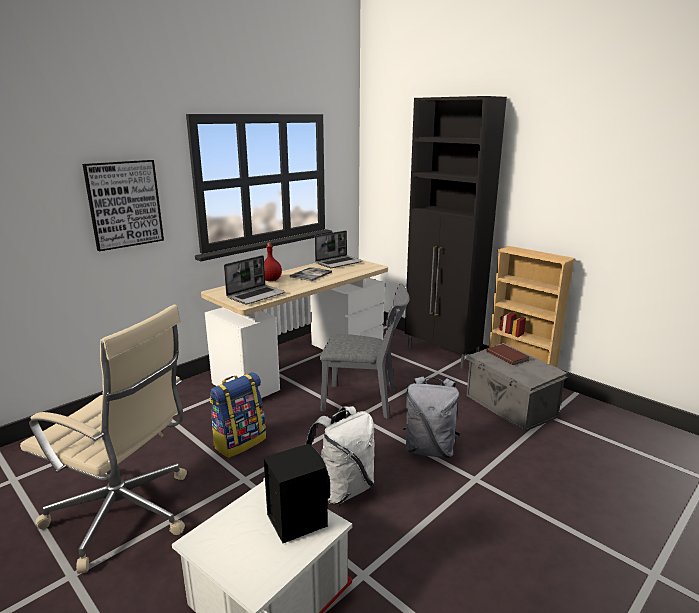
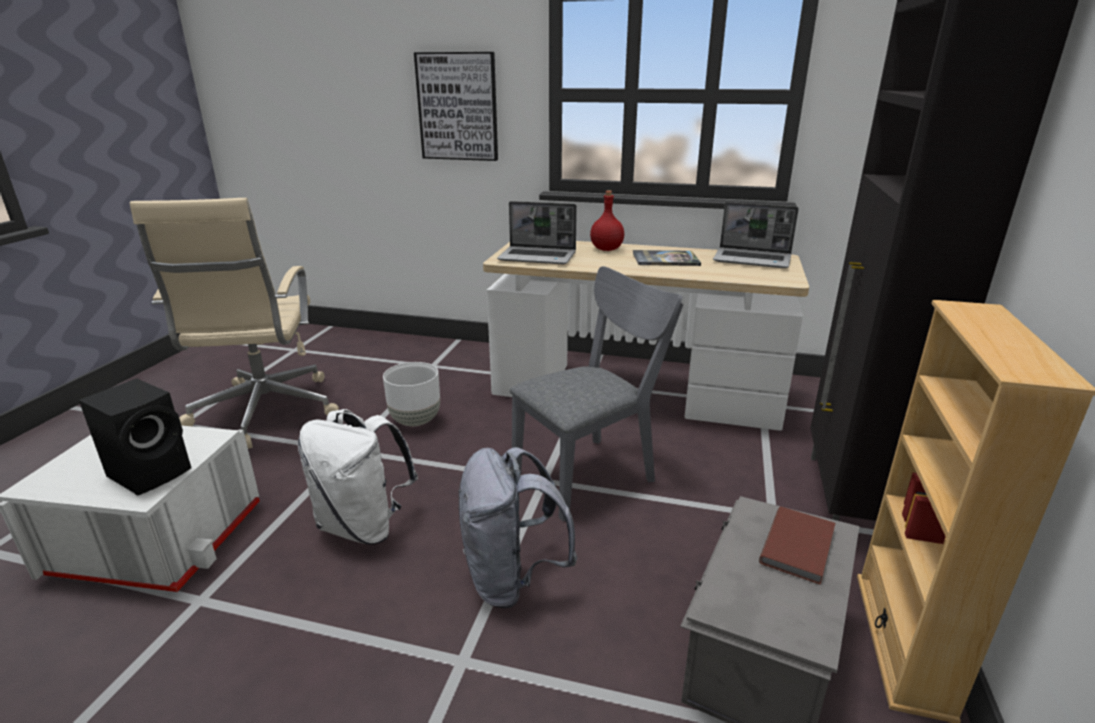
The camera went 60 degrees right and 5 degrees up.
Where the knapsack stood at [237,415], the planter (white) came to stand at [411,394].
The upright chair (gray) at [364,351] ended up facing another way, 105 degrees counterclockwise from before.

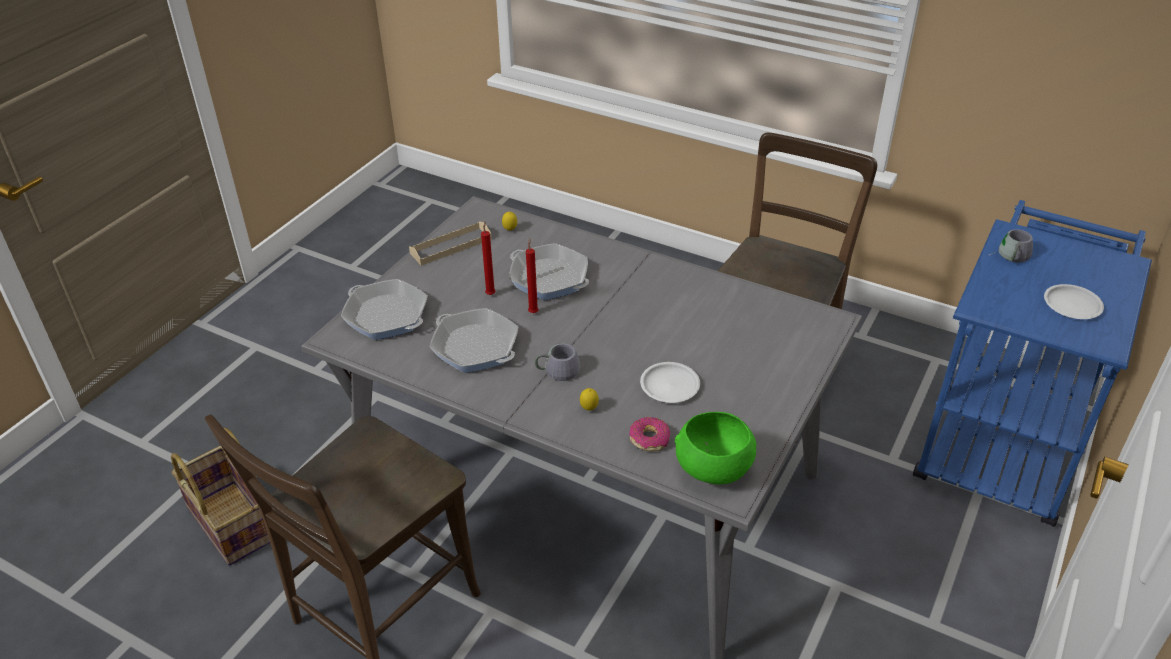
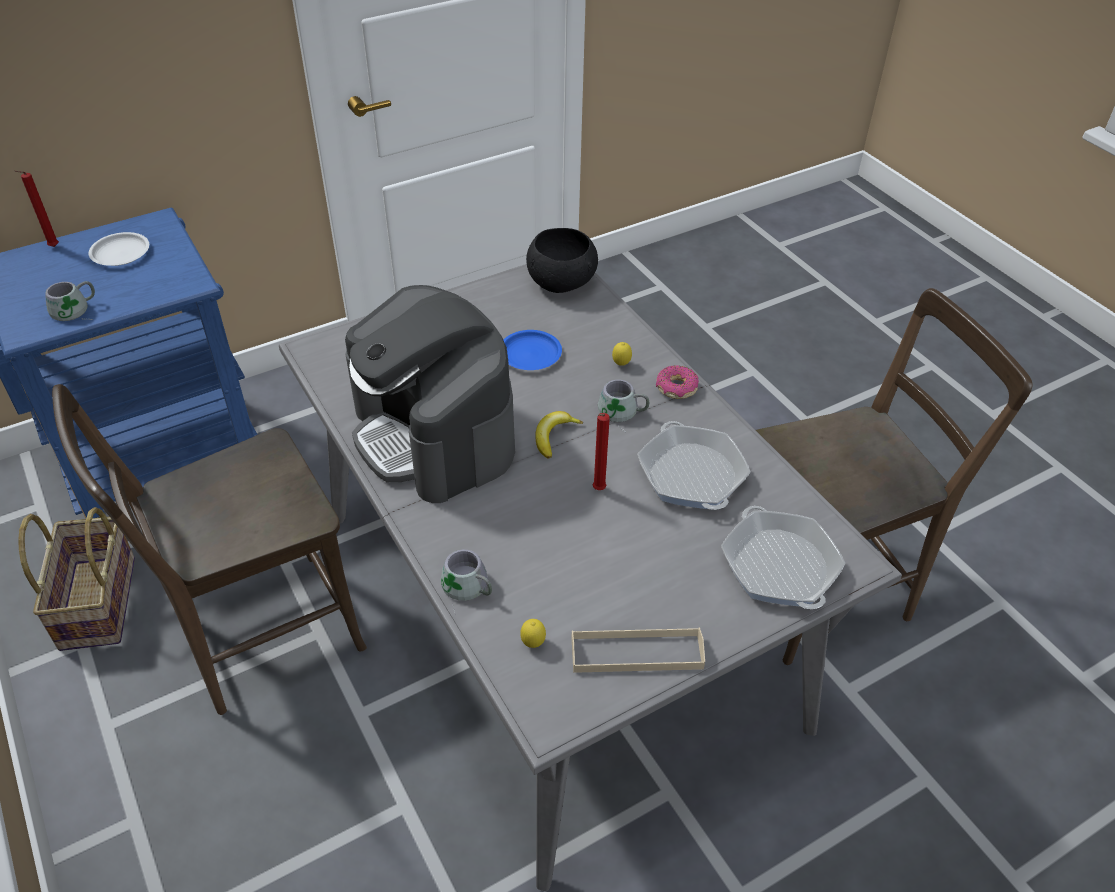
The camera went 150 degrees left and 5 degrees up.
The household basket ended up elsewhere, having gone from [220,497] to [76,579].
The wax light (red-coloured) ended up elsewhere, having gone from [488,258] to [37,208].
The second view lost the skillet at [549,271].
The doughnut ended up elsewhere, having gone from [649,434] to [677,382].
What was the plate (white) at [670,382] turned into the plate (bluish) at [533,350].
What was the bowl (greenish) at [715,448] turned into the bowl (black-coloured) at [562,260].
The second view gained the coffee machine at [430,394].
The second view gained the coffee mug (gray) at [466,582].
The second view gained the banana at [559,434].

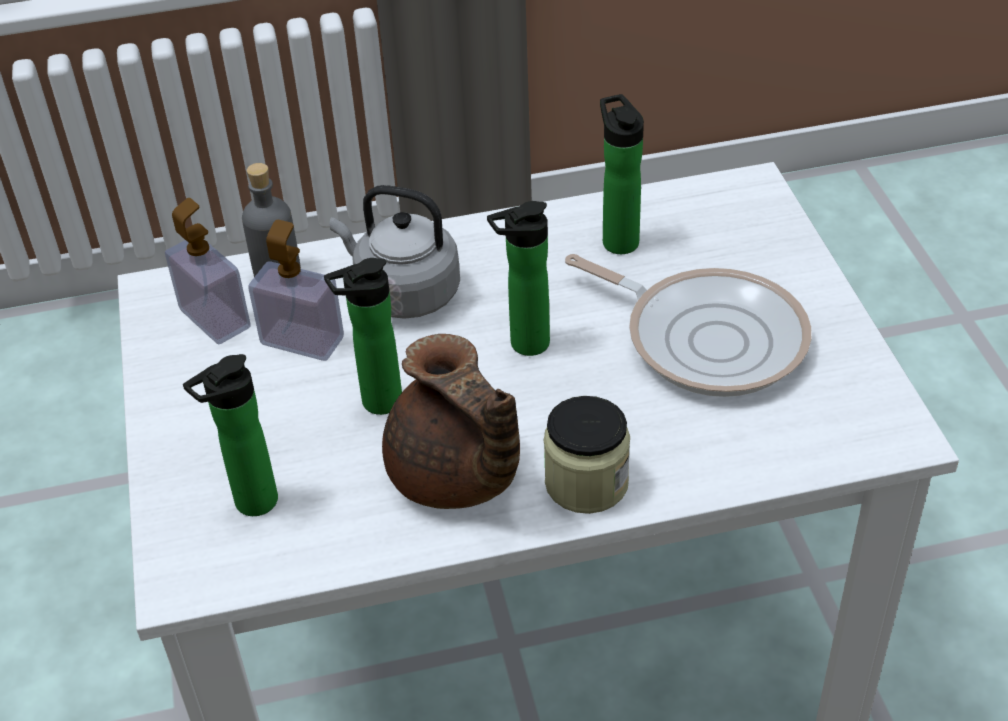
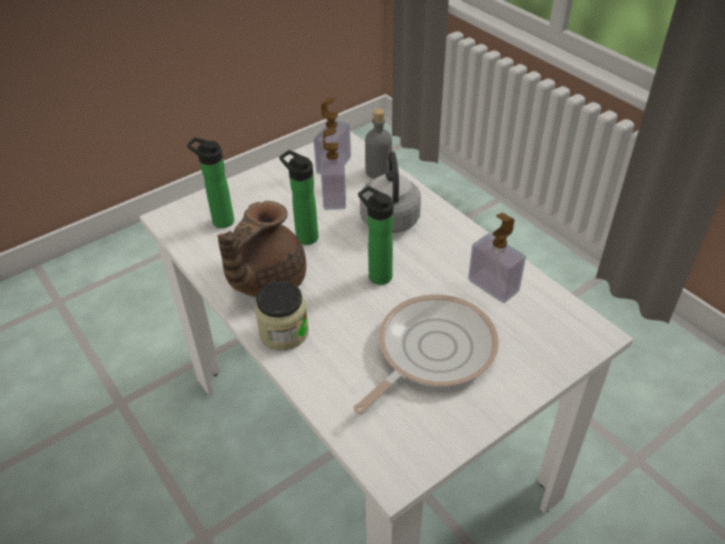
The camera went 65 degrees right and 0 degrees up.
The skillet at [688,325] ended up facing another way, 150 degrees counterclockwise from before.
Where the beverage bottle stood at [622,174], the soap bottle came to stand at [497,258].

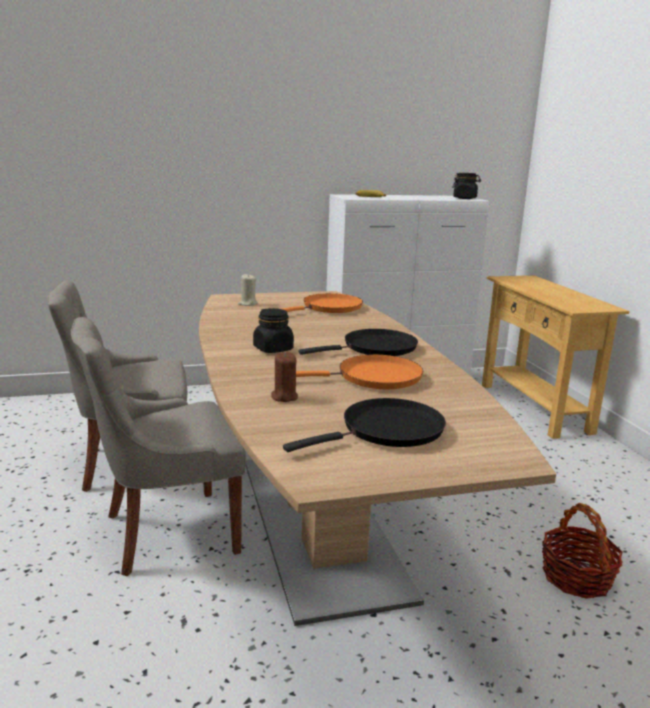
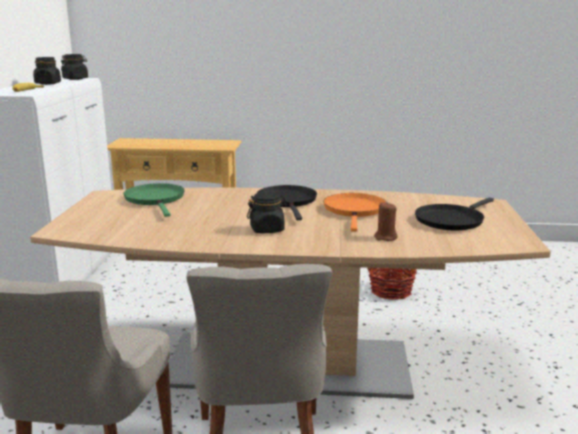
The camera went 70 degrees left and 0 degrees up.
The second view lost the wax light (sand-coloured) at [248,290].
What was the skillet (orange-coloured) at [322,303] turned into the skillet (greenish) at [154,200].
The skillet (black-coloured) at [364,425] ended up facing another way, 120 degrees counterclockwise from before.
The second view gained the jar (black-coloured) at [47,71].

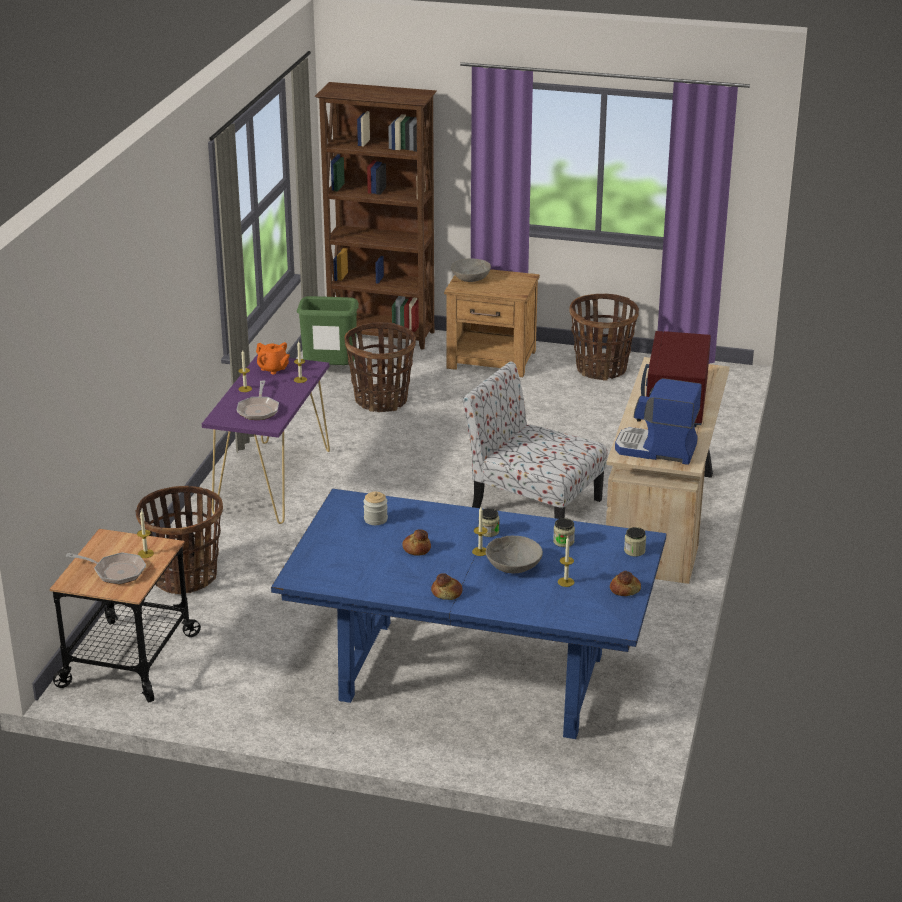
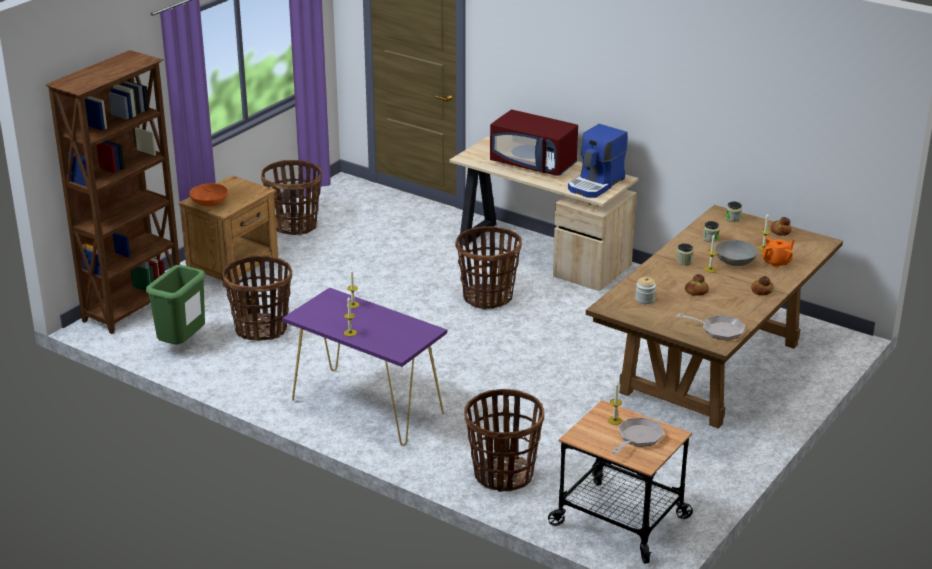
The camera went 70 degrees left and 0 degrees up.
The skillet ended up elsewhere, having gone from [258,400] to [711,327].
The tea pot (orange-coloured) ended up elsewhere, having gone from [273,358] to [778,252].
What was the dining table (bluish) at [468,614] turned into the dining table (brown-coloured) at [714,317].
What was the bowl (gray) at [471,270] turned into the bowl (orange-coloured) at [208,194].
Where the upright chair stood at [535,440], the household basket came to stand at [488,268].

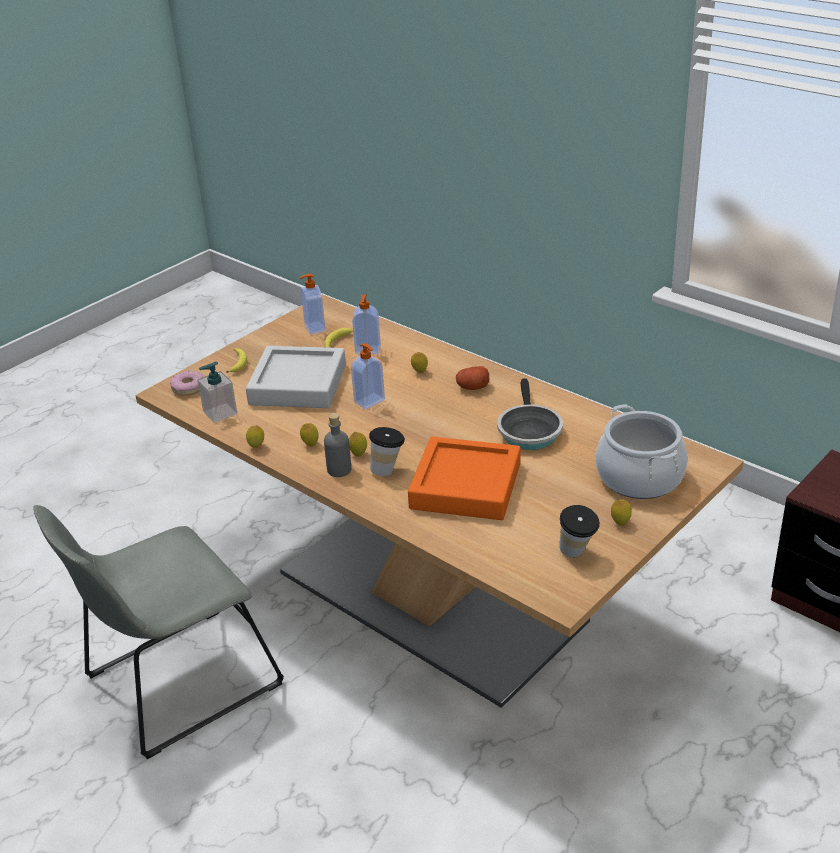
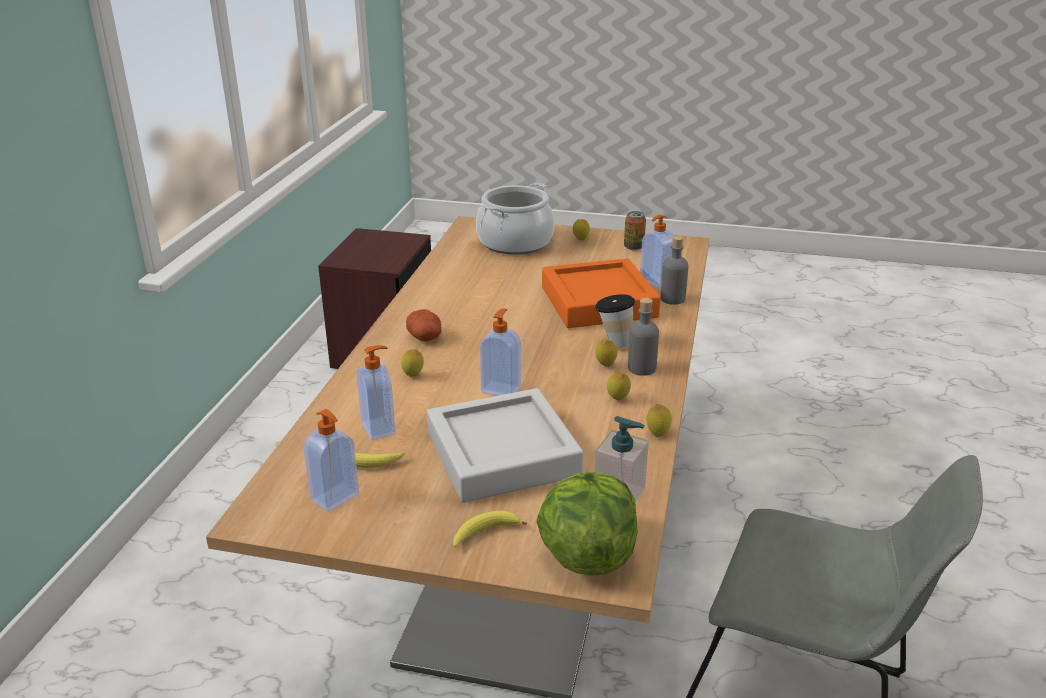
The camera went 120 degrees left and 5 degrees down.
Where the doughnut stood at [187,383], the lettuce came to stand at [587,523].
The second view lost the skillet at [530,414].
Where the small cup stood at [579,531], the sealed can came to stand at [635,230].
The second view gained the soap bottle at [657,251].
The second view gained the beverage bottle (gray) at [674,270].

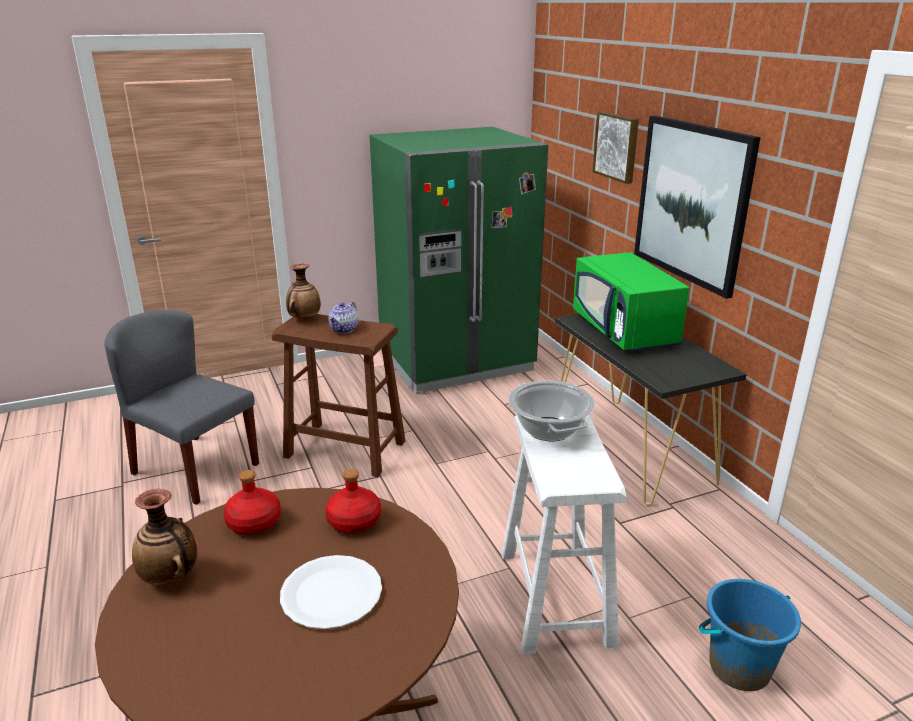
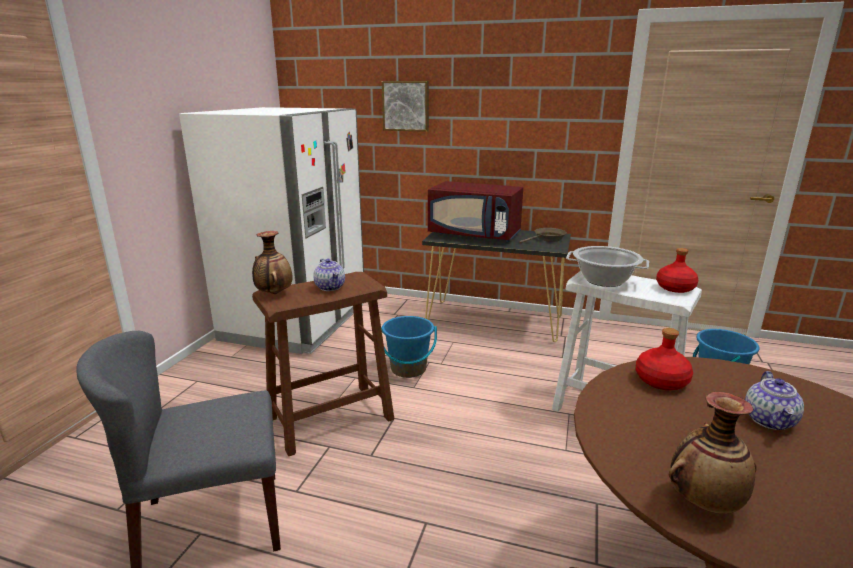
The camera went 50 degrees left and 5 degrees down.
The beverage bottle (red-coloured) ended up elsewhere, having gone from [252,502] to [677,270].
Where the plate (white) stood at [331,592], the tea pot came to stand at [774,400].
What was the fridge (greenish) at [459,260] turned into the fridge (white) at [271,230].
What was the kitchen microwave (greenish) at [631,302] turned into the kitchen microwave (red-coloured) at [475,211].
The second view lost the picture at [697,207].
The second view gained the bucket (bluish) at [409,347].
The second view gained the skillet (brown-coloured) at [543,235].

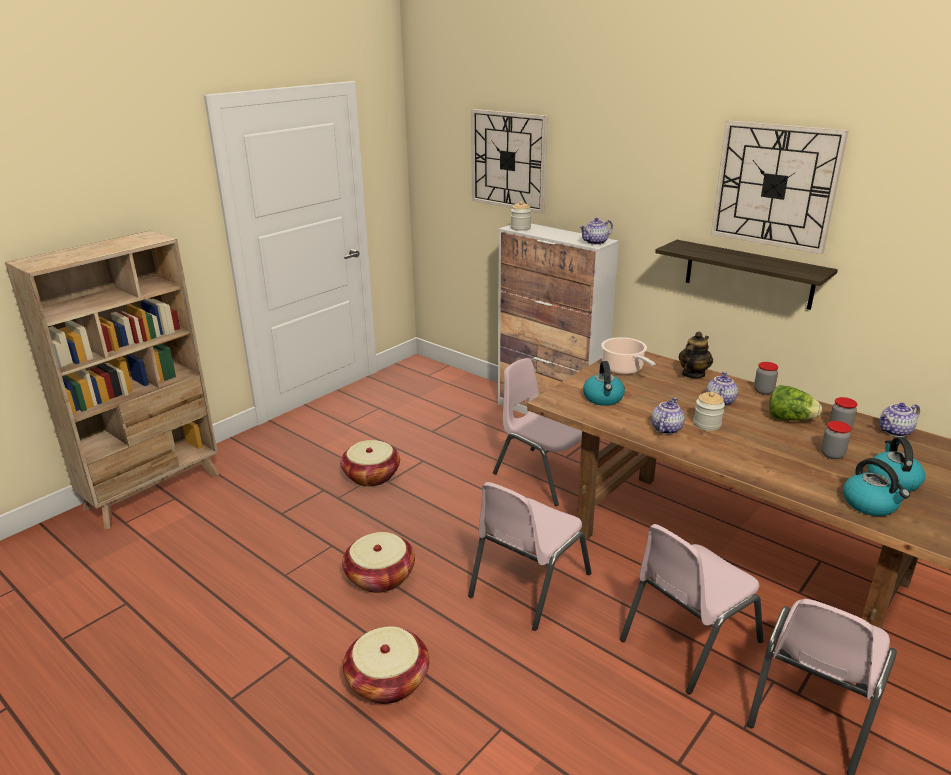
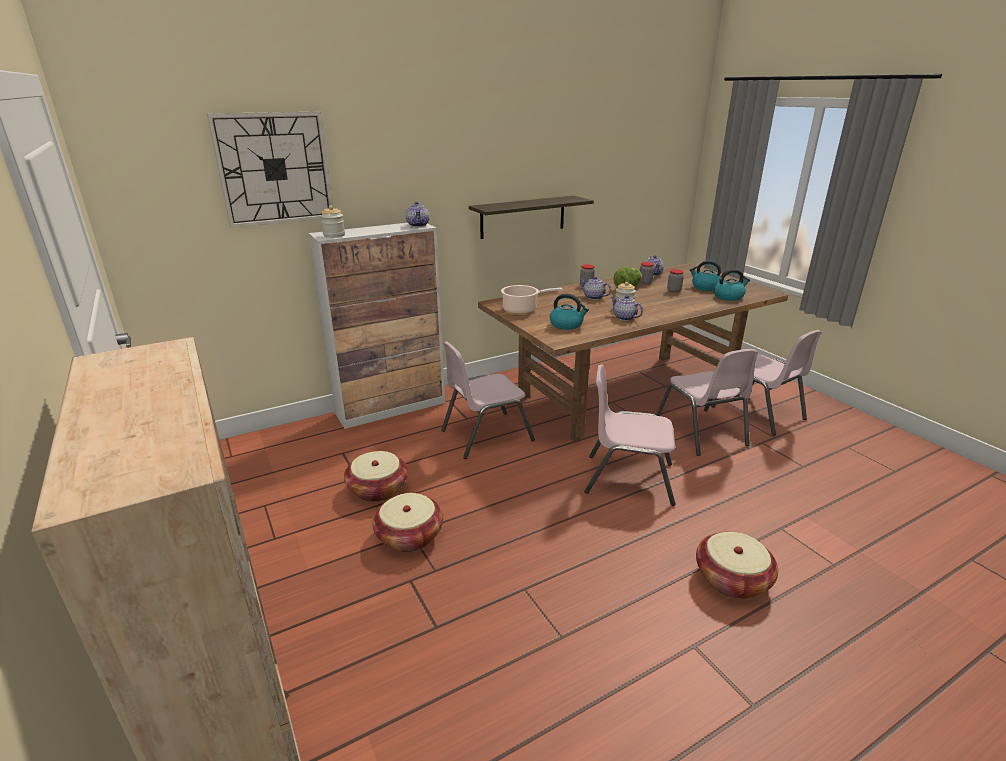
The camera went 70 degrees left and 0 degrees up.
The household basket ended up elsewhere, having gone from [378,562] to [376,476].
The upright chair (pink-coloured) at [530,556] ended up facing another way, 135 degrees clockwise from before.
The second view lost the tea pot at [695,355].
The second view lost the clock on the wall at [780,187].

